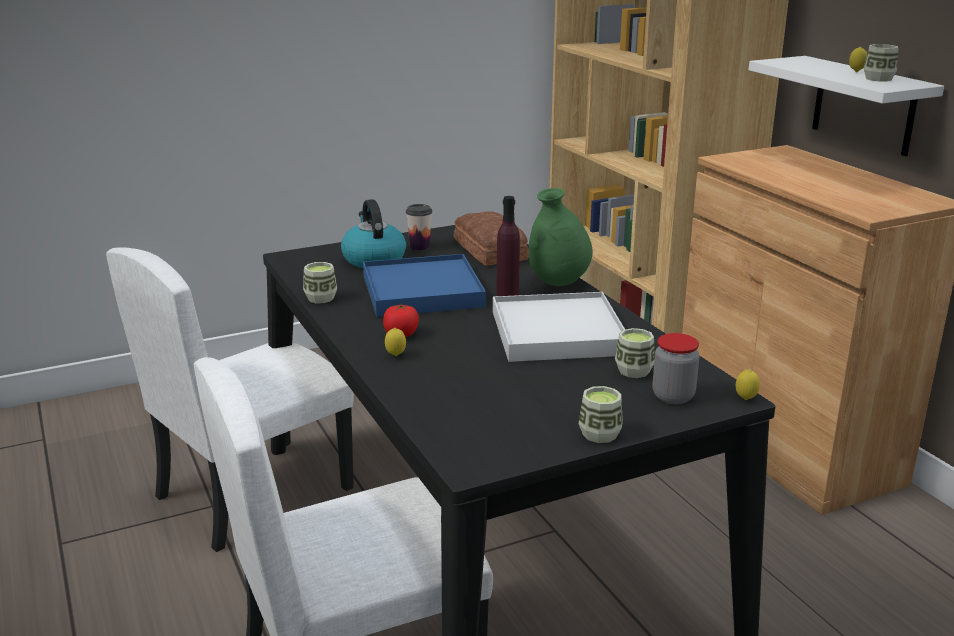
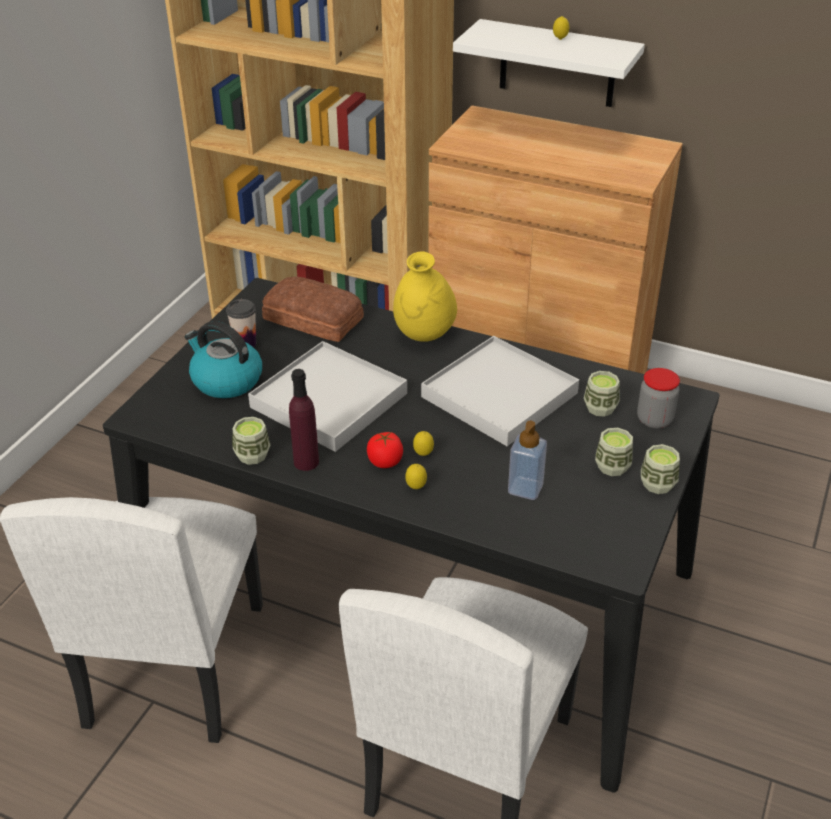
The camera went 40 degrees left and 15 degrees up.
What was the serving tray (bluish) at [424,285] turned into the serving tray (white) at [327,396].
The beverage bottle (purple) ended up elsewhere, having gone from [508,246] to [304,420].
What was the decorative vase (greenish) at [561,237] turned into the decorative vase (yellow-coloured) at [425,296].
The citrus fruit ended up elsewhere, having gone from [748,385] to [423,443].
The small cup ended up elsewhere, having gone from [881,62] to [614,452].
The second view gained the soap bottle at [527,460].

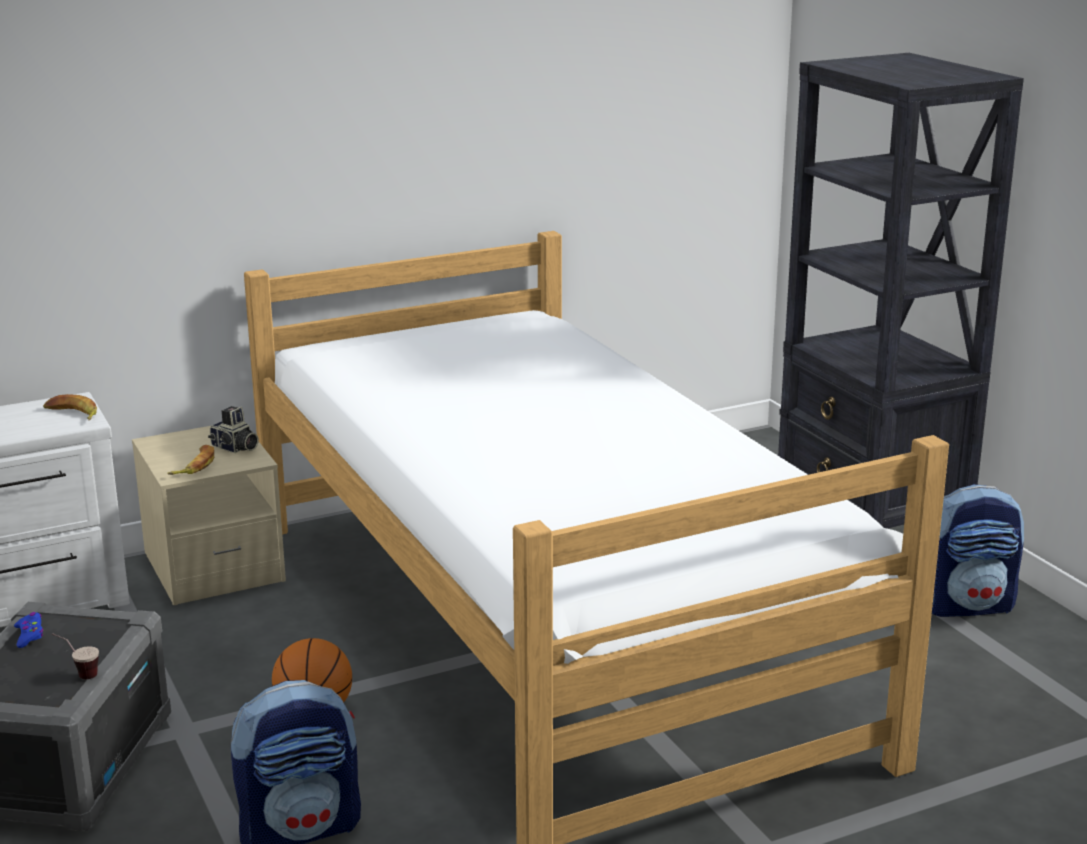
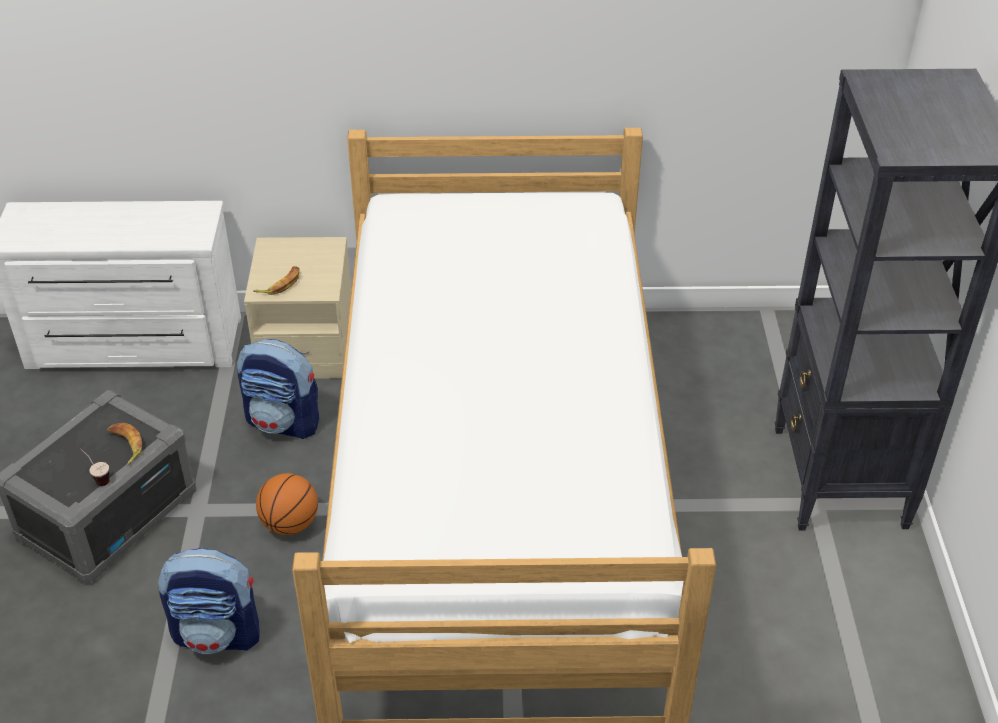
The camera went 25 degrees right and 20 degrees up.
The second view lost the gamepad (bluish) at [28,630].
The banana ended up elsewhere, having gone from [70,407] to [124,443].
The second view lost the photo camera at [233,429].
The knapsack ended up elsewhere, having gone from [978,550] to [278,389].

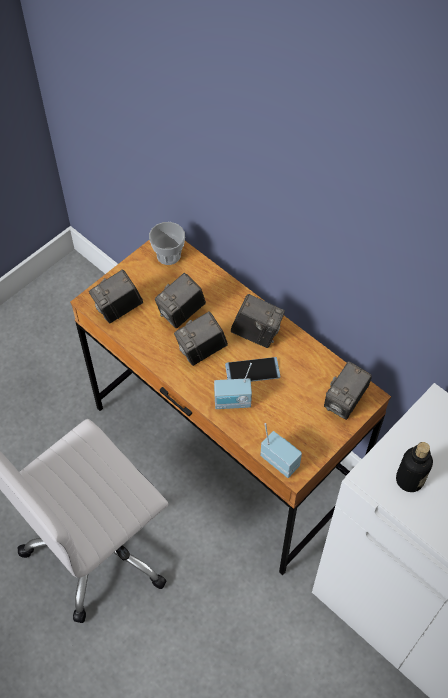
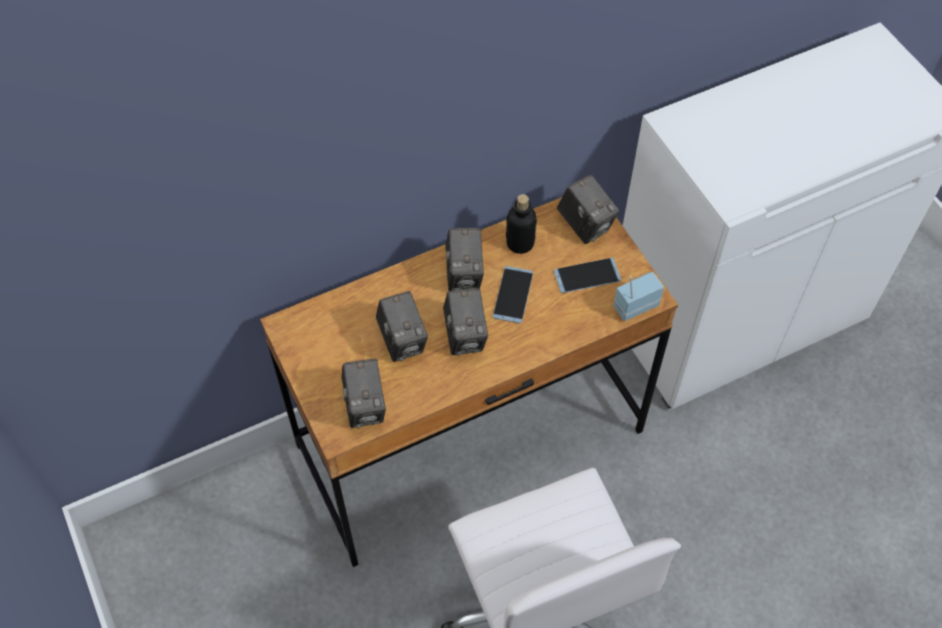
The camera went 70 degrees left and 0 degrees up.
The second view lost the small cup at [167,243].
The second view lost the radio at [233,386].
The photo camera at [258,321] ended up facing another way, 135 degrees clockwise from before.
The beverage bottle ended up elsewhere, having gone from [414,467] to [521,224].
The second view gained the phone at [587,275].

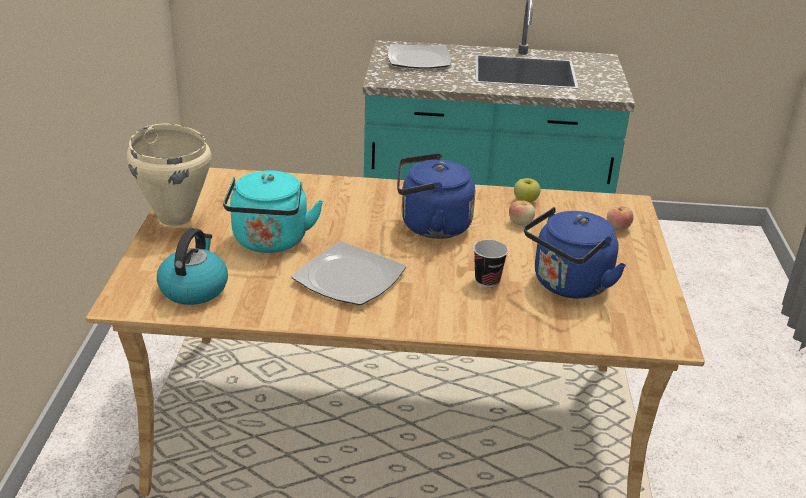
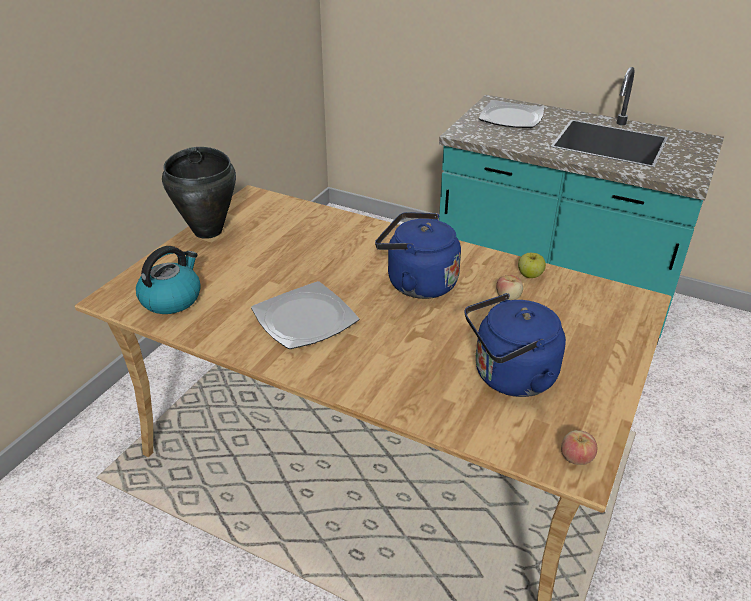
The camera went 25 degrees right and 5 degrees up.
What was the saucepot (sand-coloured) at [168,175] turned into the saucepot (black-coloured) at [199,193].
The second view lost the kettle (turquoise-coloured) at [273,212].
The second view lost the small cup at [490,264].
The apple fruit ended up elsewhere, having gone from [620,217] to [579,447].

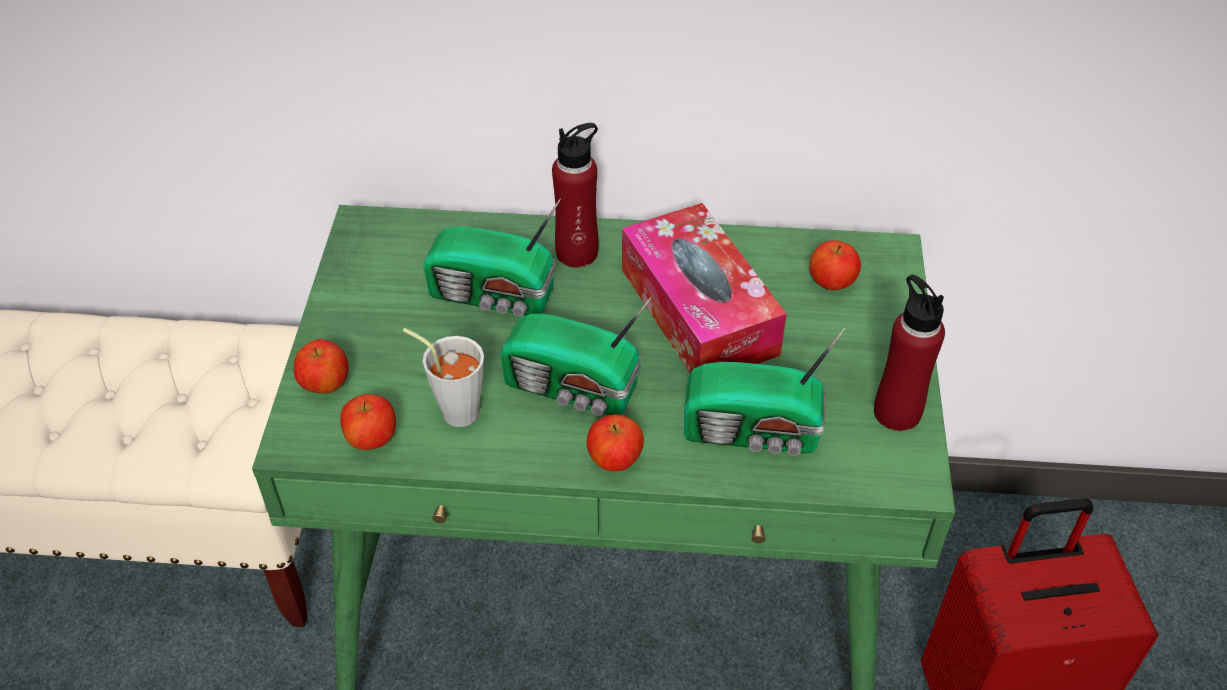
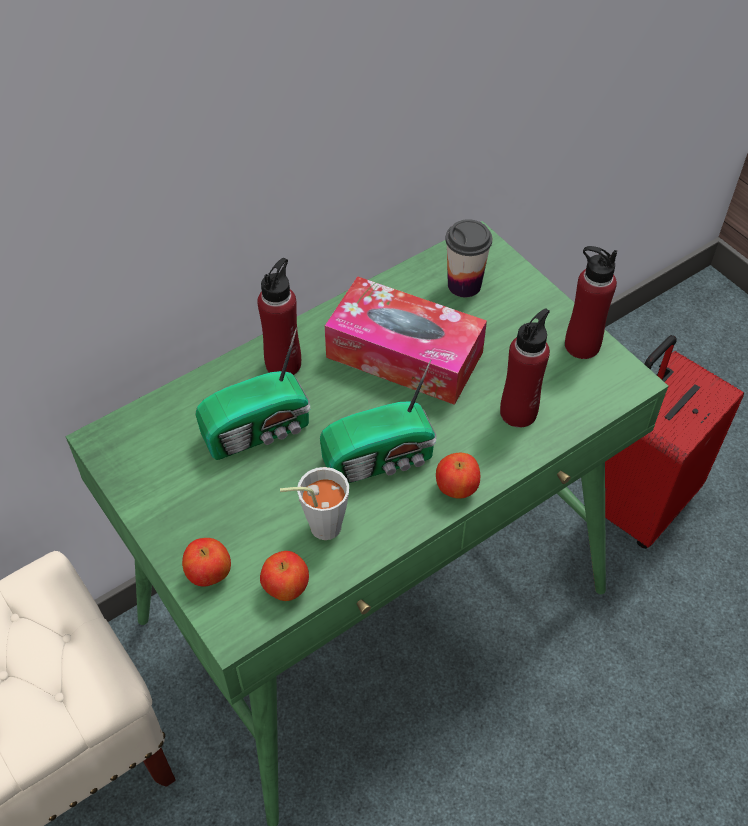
The camera went 40 degrees left and 5 degrees up.
Where the radio stood at [764,392], the beverage bottle (red-coloured) came to stand at [525,367].
Where the apple fruit stood at [835,265], the small cup came to stand at [468,258].

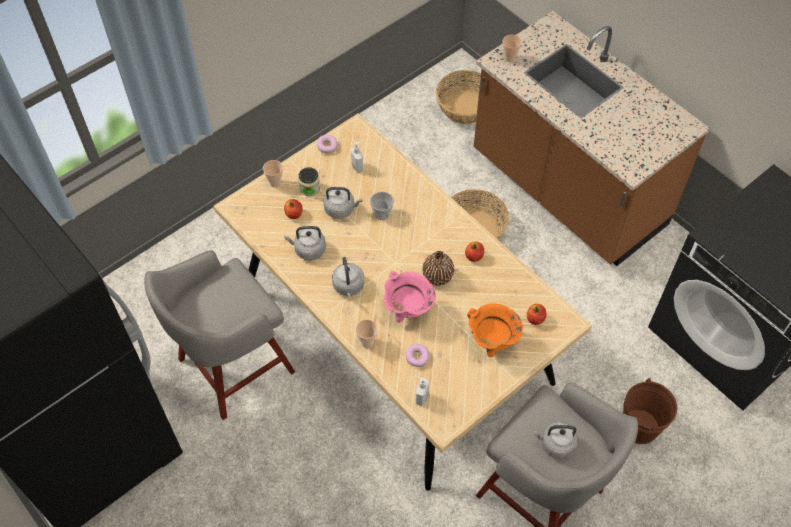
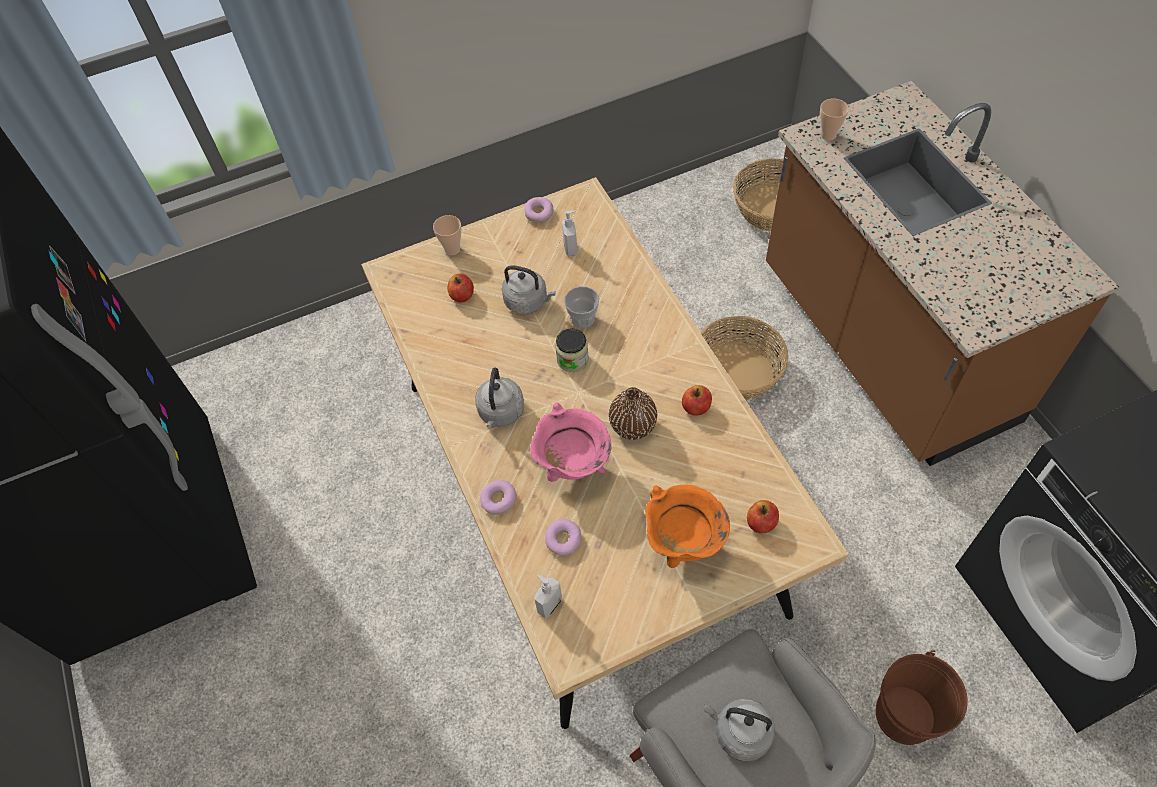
The camera went 20 degrees right and 0 degrees up.
The second view lost the stool seat (gray) at [219,335].
The second view lost the kettle (gray) at [305,243].
The jar ended up elsewhere, having gone from [309,181] to [572,350].
Where the small cup stood at [367,334], the doughnut came to stand at [498,497].

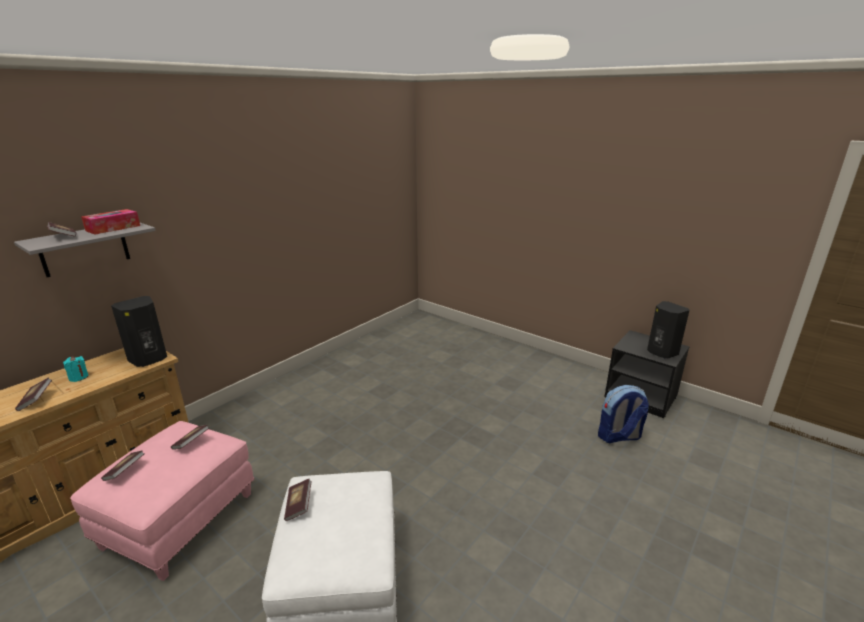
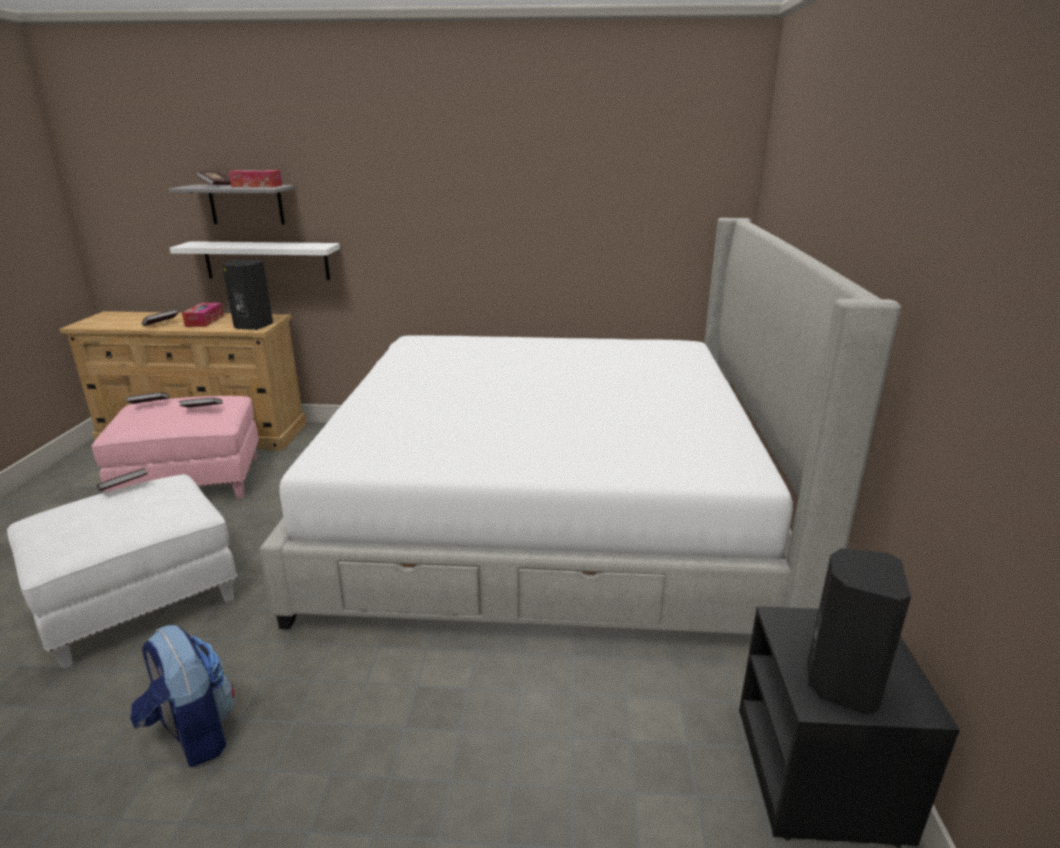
The camera went 55 degrees right and 0 degrees up.
Where the wax light (turquoise-coloured) stood at [76,369], the tissue box came to stand at [203,315].
The knapsack ended up elsewhere, having gone from [623,414] to [182,696].
The second view gained the shelf (white) at [255,260].
The second view gained the bedroom bed at [580,426].

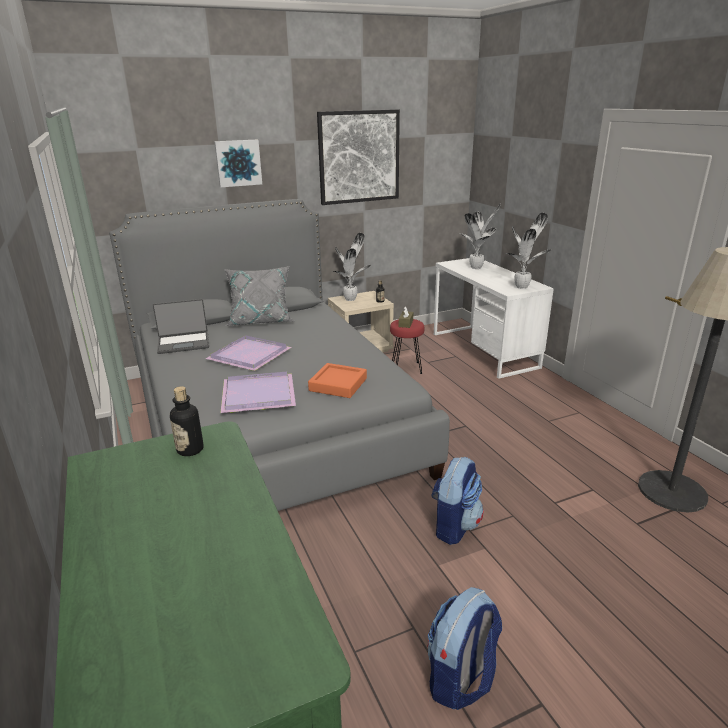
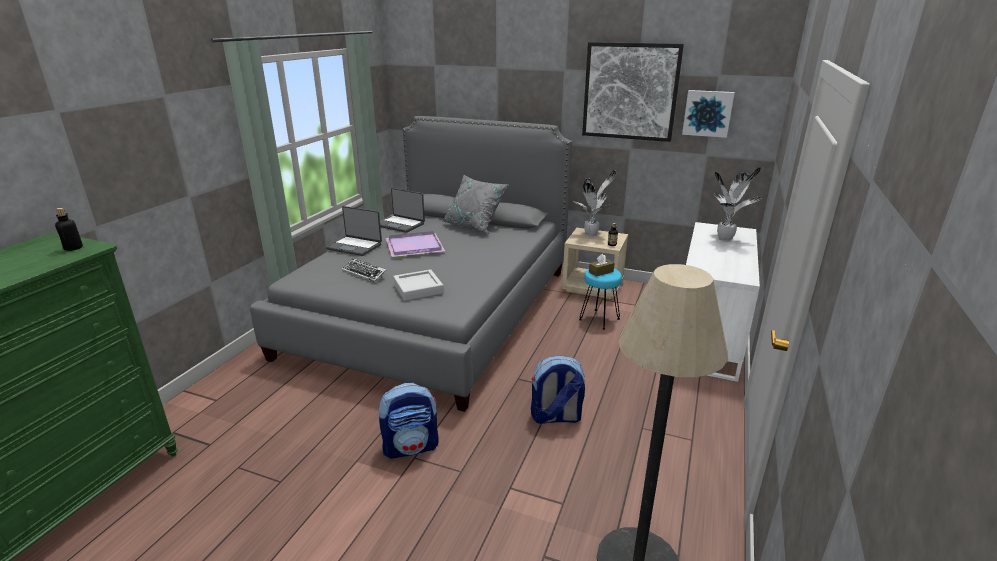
The camera went 45 degrees right and 0 degrees up.
The picture ended up elsewhere, having gone from [238,163] to [708,114].
Where the serving tray (purple) stood at [258,392], the keyboard came to stand at [364,270].
What was the serving tray (orange-coloured) at [337,380] turned into the serving tray (gray) at [418,285].
What was the stool seat (red-coloured) at [407,346] turned into the stool seat (turquoise-coloured) at [600,299].
The knapsack ended up elsewhere, having gone from [465,648] to [558,390].
The second view lost the plant in a pot at [528,251].
The second view gained the notebook computer at [354,231].

